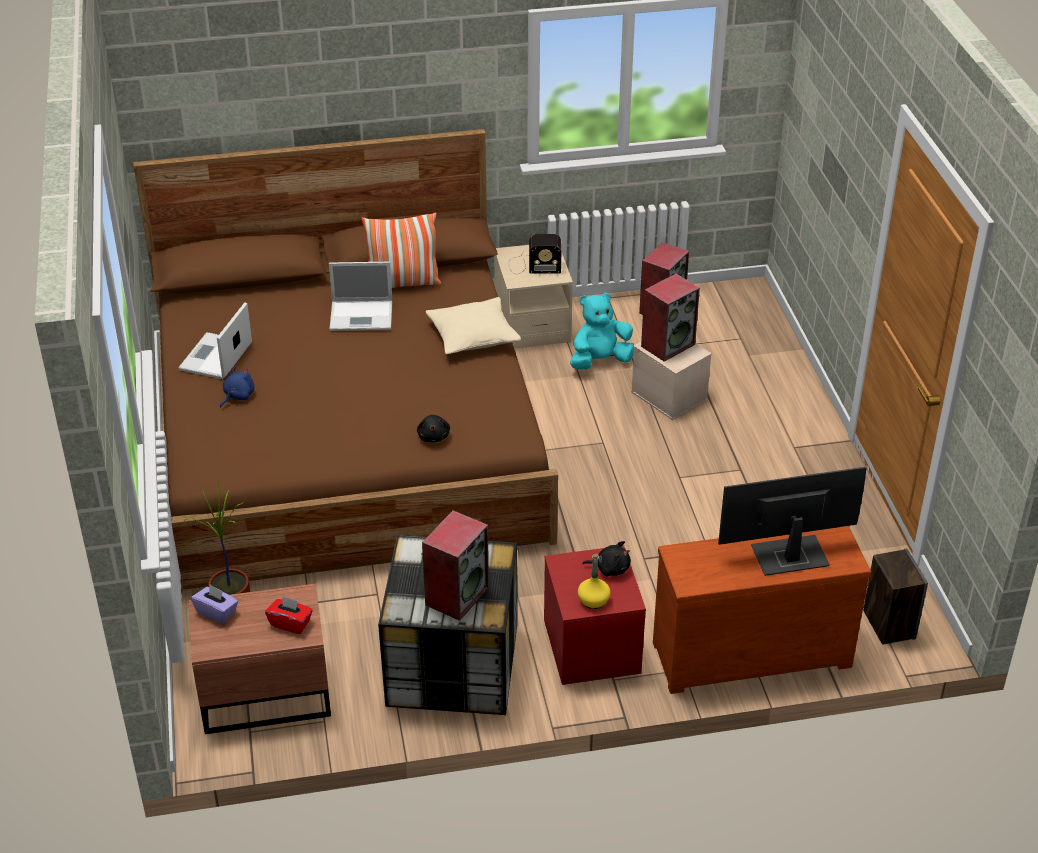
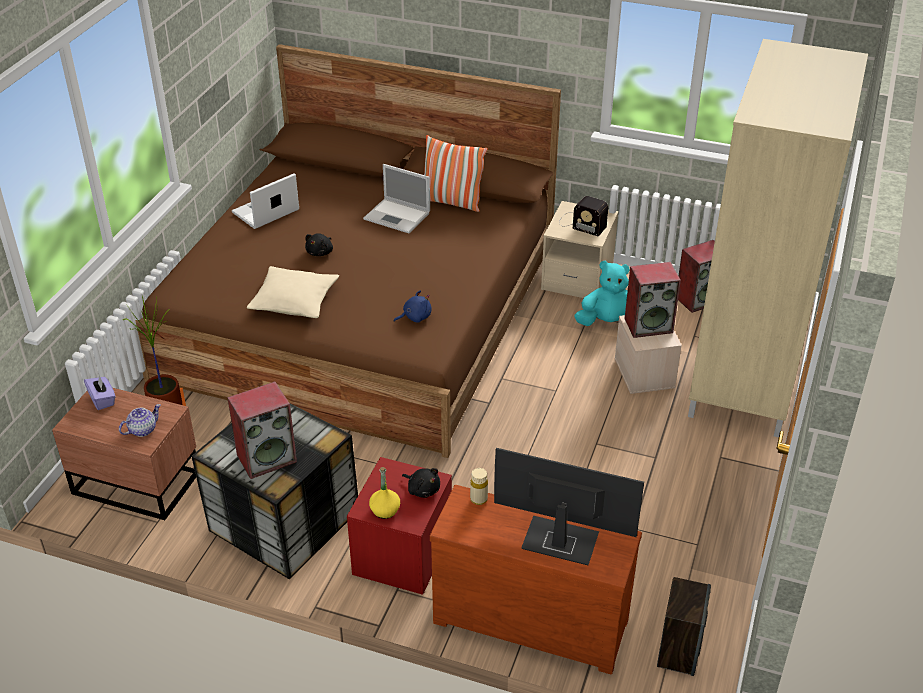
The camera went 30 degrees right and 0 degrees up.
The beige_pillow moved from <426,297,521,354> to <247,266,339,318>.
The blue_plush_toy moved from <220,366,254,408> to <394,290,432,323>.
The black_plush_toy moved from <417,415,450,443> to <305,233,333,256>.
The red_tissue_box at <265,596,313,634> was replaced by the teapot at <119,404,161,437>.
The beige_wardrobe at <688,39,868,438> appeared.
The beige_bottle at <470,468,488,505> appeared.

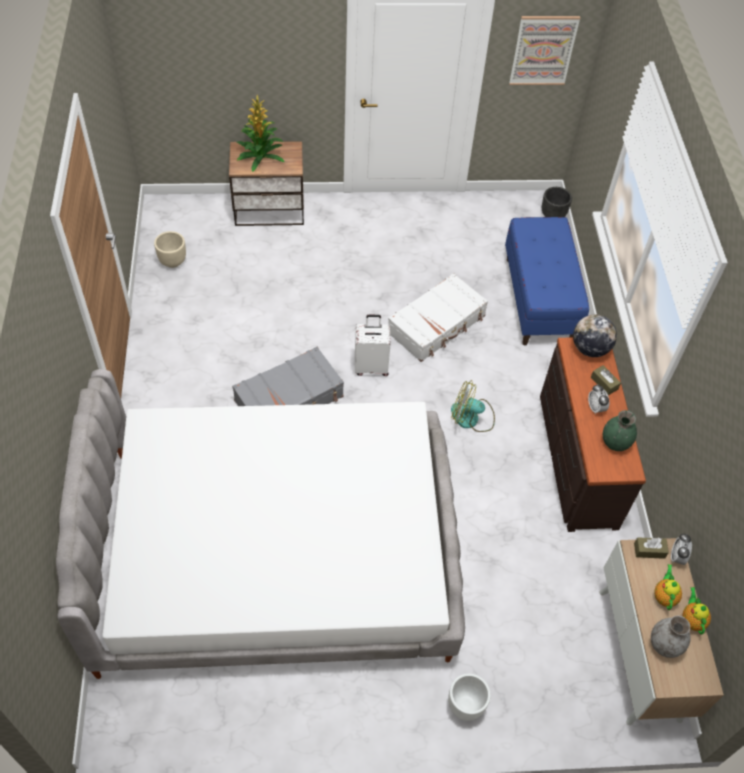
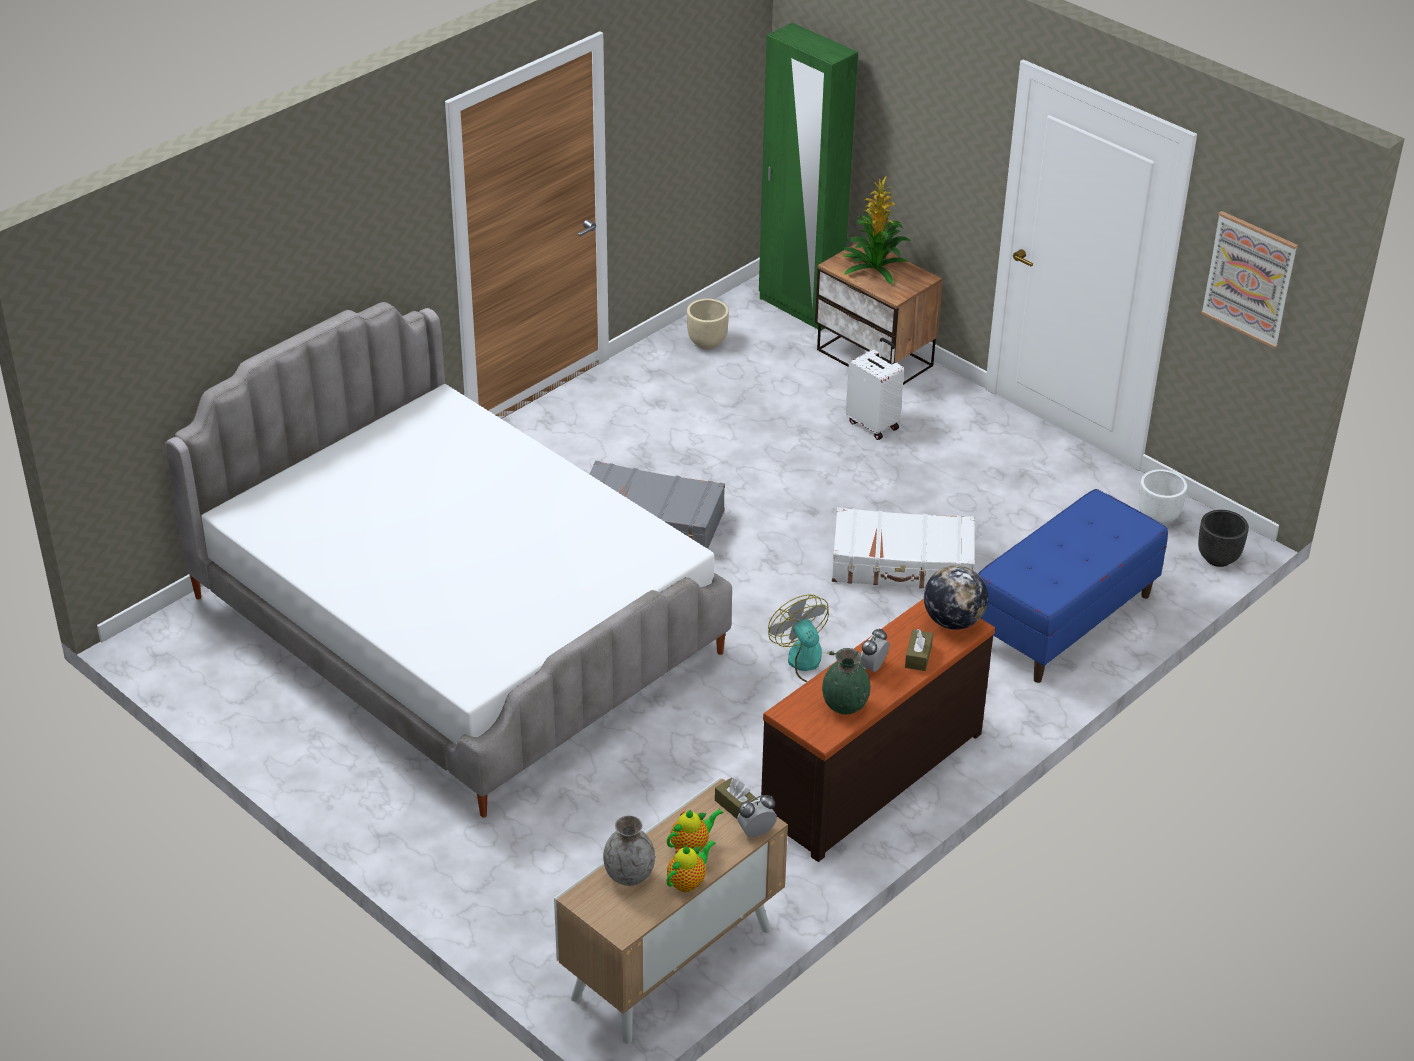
The camera went 50 degrees right and 15 degrees down.
The white_suitcase moved from <355,315,390,376> to <846,338,904,440>.
The white_planter moved from <448,674,491,721> to <1138,469,1187,525>.
The green_wardrobe at <759,23,858,330> appeared.

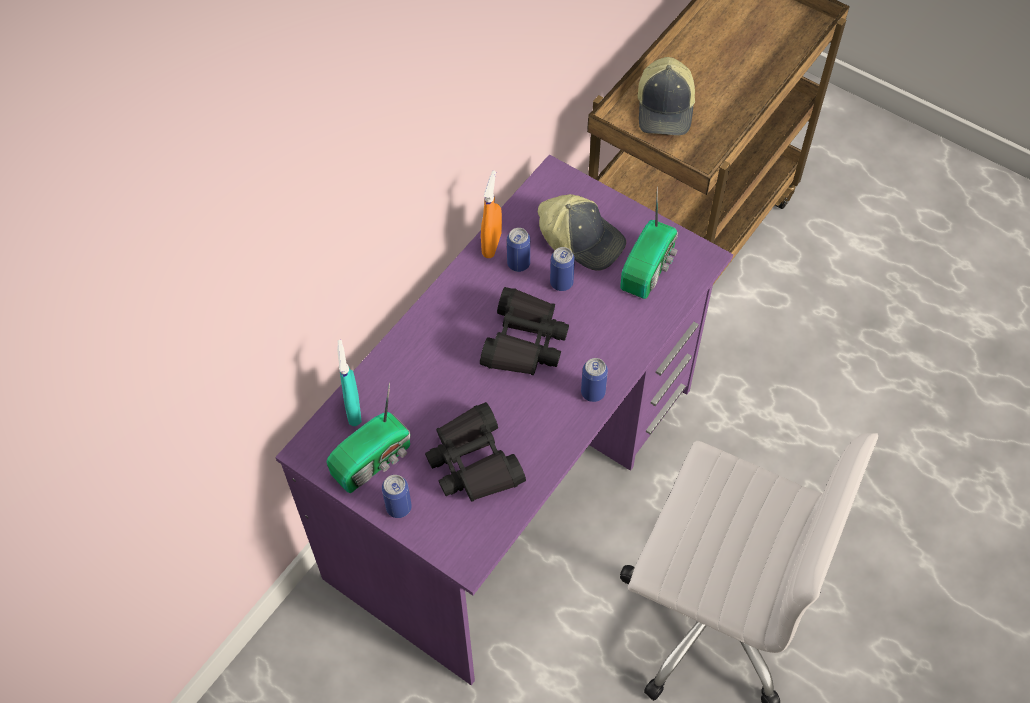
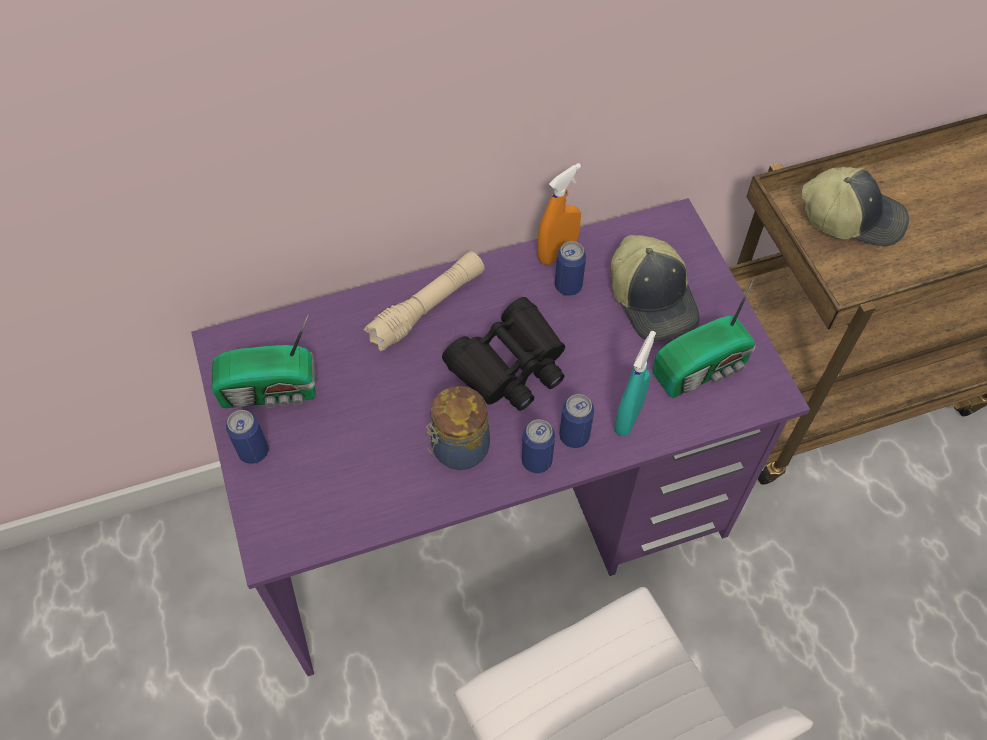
The camera went 35 degrees right and 0 degrees up.
The cap at <638,57,695,135> turned 120 degrees counterclockwise.
The can moved from <550,247,575,291> to <560,394,594,448>.
The turquoise_spray_bottle moved from <337,340,362,426> to <614,331,656,436>.
The black_binoculars at <425,402,526,502> disappeared.
The beige_flashlight at <364,251,485,351> appeared.
The jar at <426,386,490,470> appeared.

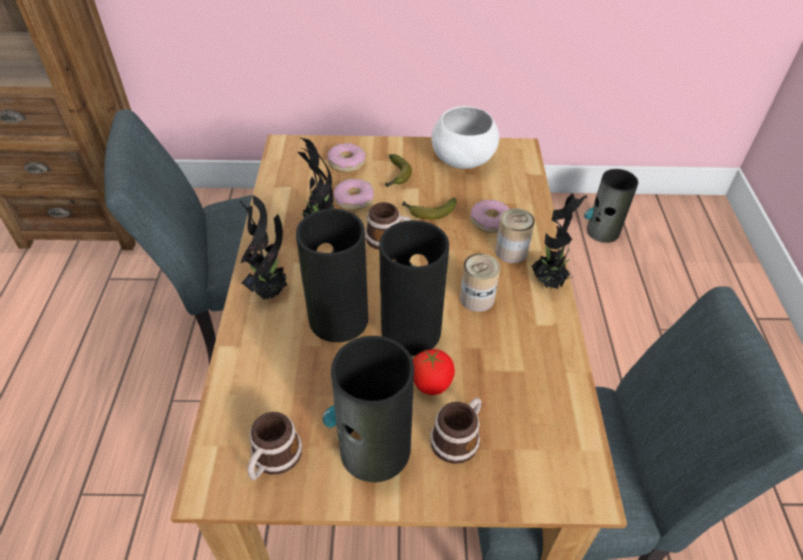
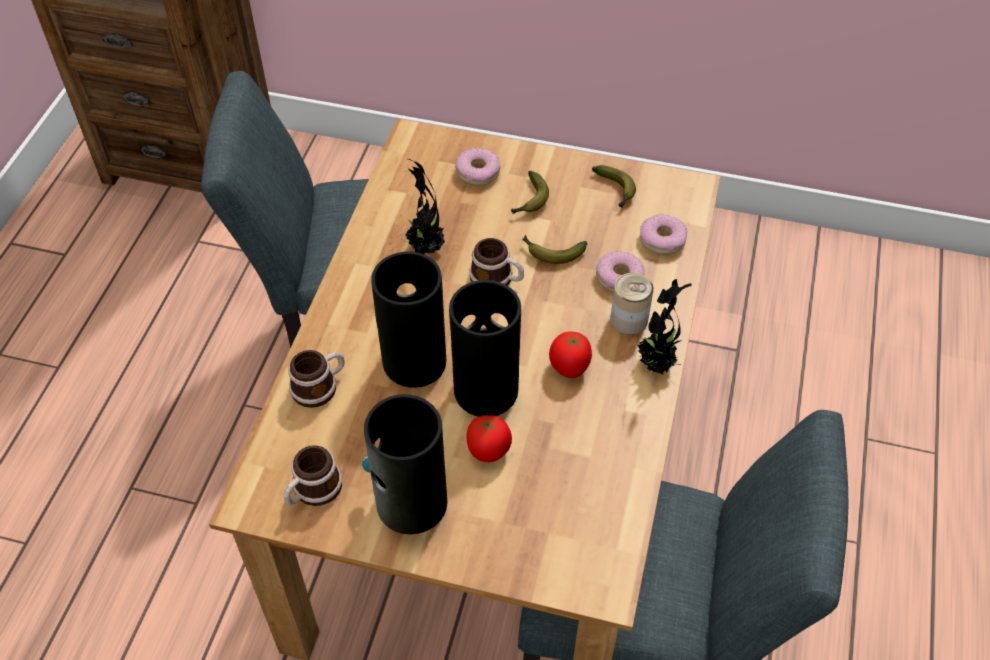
The camera went 15 degrees right and 5 degrees up.
The white_bowl at <432,106,499,169> was replaced by the banana at <592,165,636,208>.
The vase at <584,169,638,243> disappeared.
The donut moved from <334,179,374,211> to <640,214,687,255>.
The potted_plant at <239,195,288,300> disappeared.
The can at <460,253,500,312> was replaced by the tomato at <549,332,592,378>.
The mug moved from <430,398,482,464> to <288,350,345,408>.

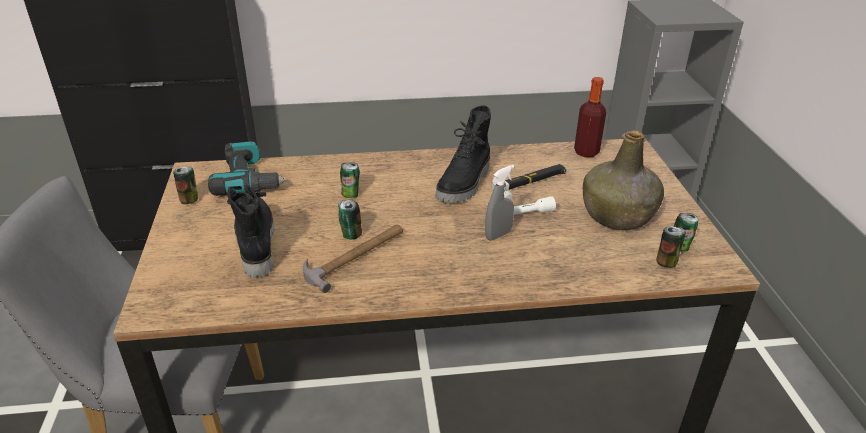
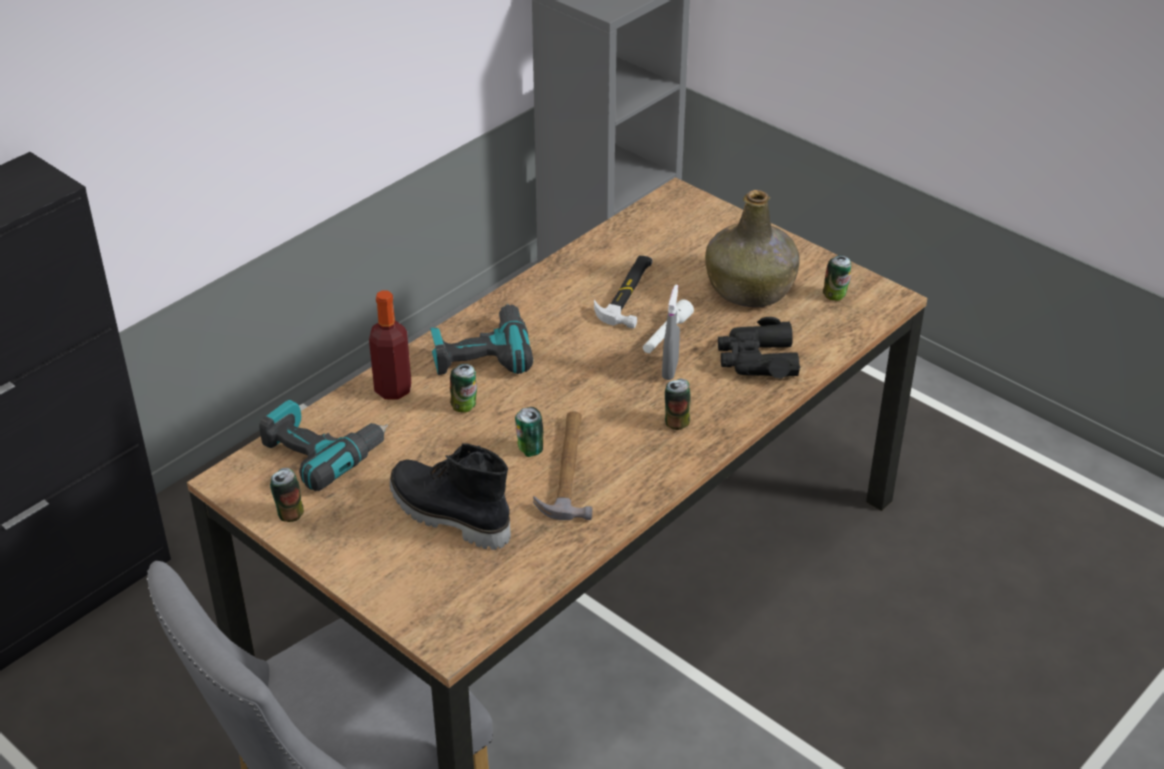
The camera went 40 degrees left and 5 degrees up.
The bottle moved from <574,77,606,157> to <369,290,411,400>.
The black_boot at <436,105,491,203> disappeared.
The can moved from <656,226,686,268> to <665,378,690,430>.
The power_drill at <430,304,533,375> appeared.
The black_binoculars at <718,317,800,378> appeared.

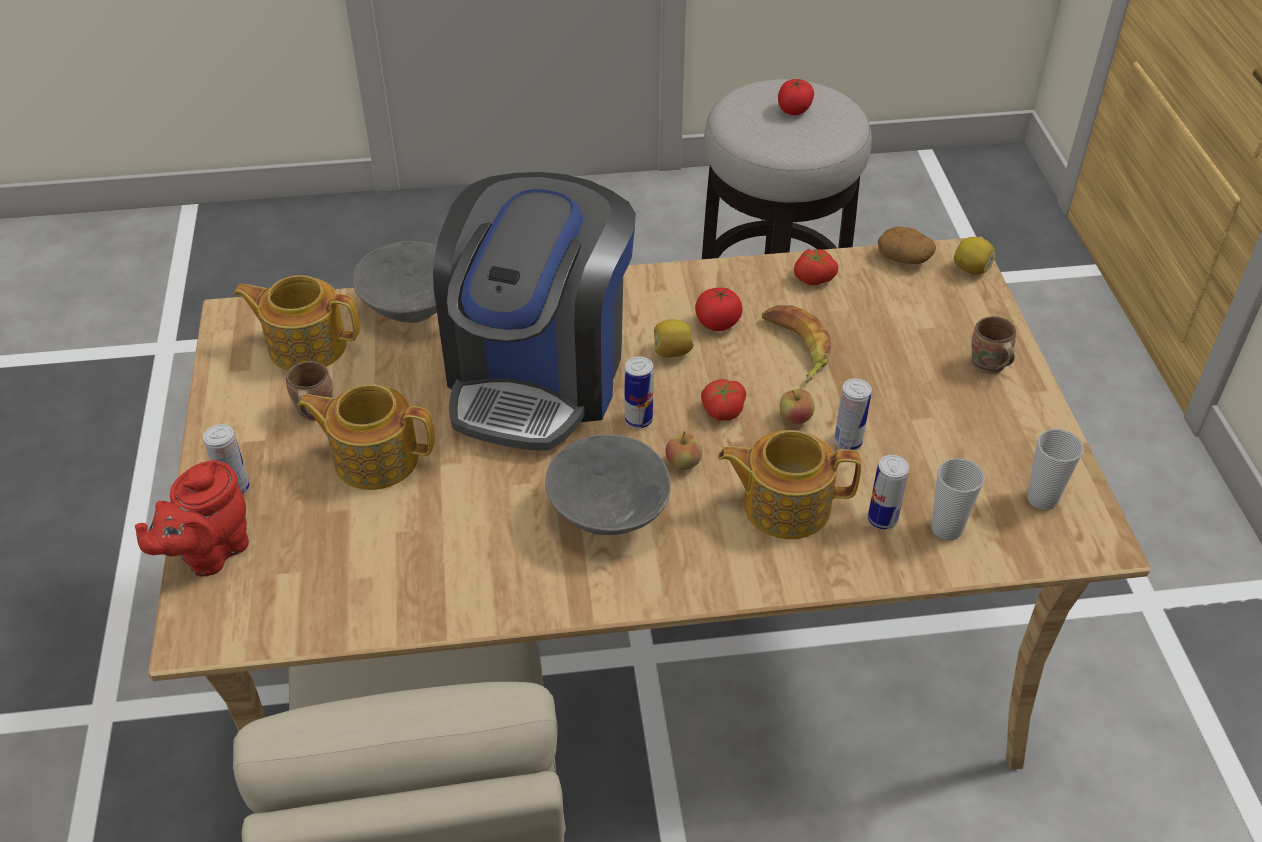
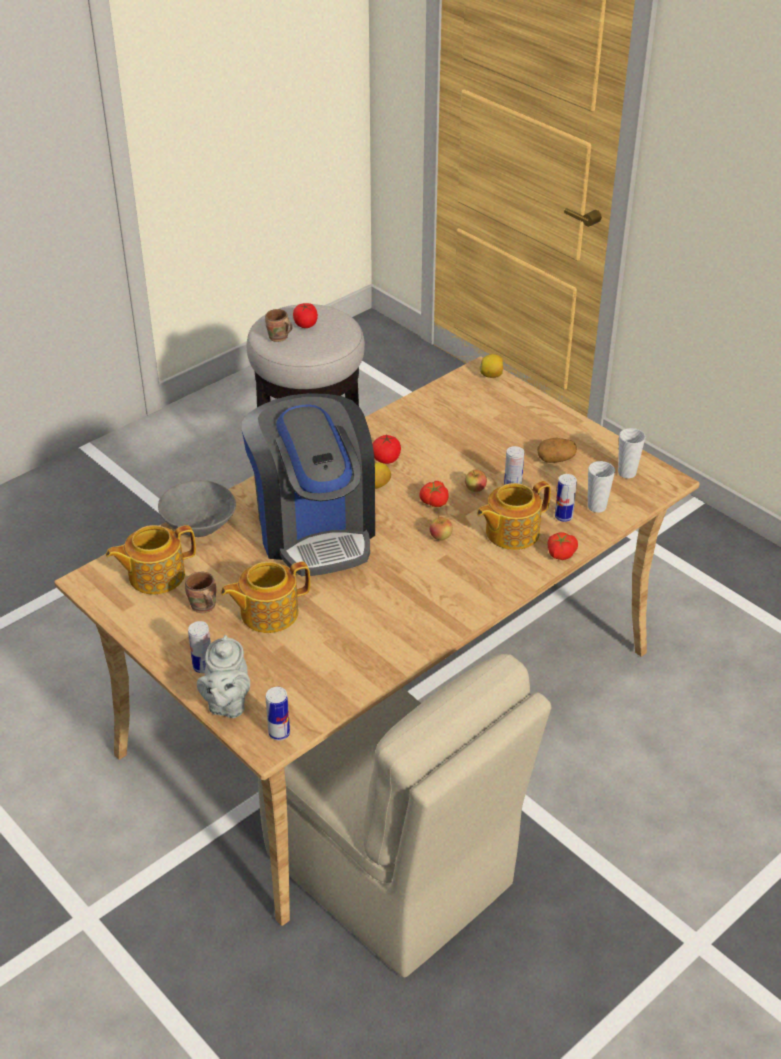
The camera went 35 degrees left and 5 degrees down.
The potato moved from <877,226,936,264> to <537,438,577,463>.
The tomato moved from <794,249,838,285> to <548,532,578,560>.
The banana at <762,305,831,382> disappeared.
The brown_mug moved from <972,316,1016,374> to <265,309,293,342>.
The can moved from <624,356,653,428> to <265,687,290,740>.
The grey_bowl at <545,435,671,535> disappeared.
The red_teapot at <135,460,249,576> became the grey_teapot at <197,635,250,718>.

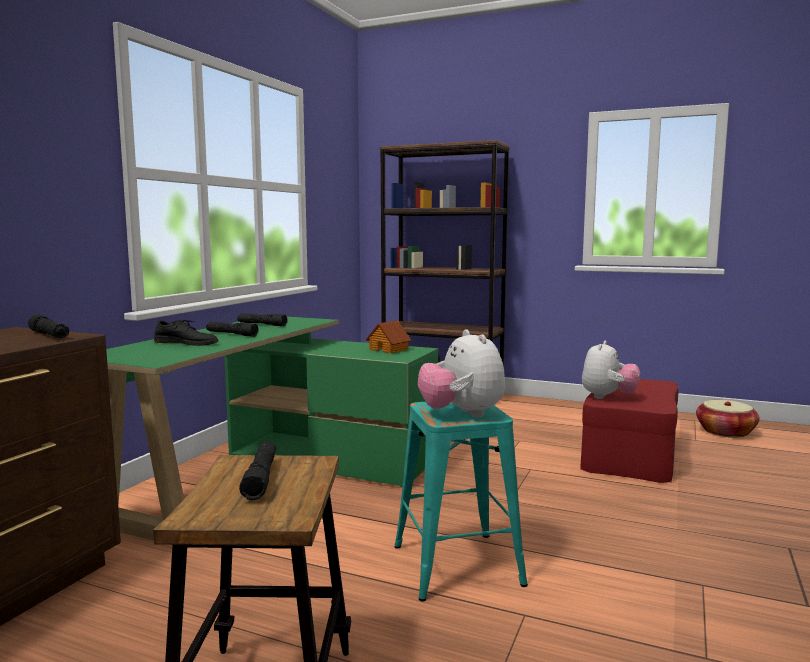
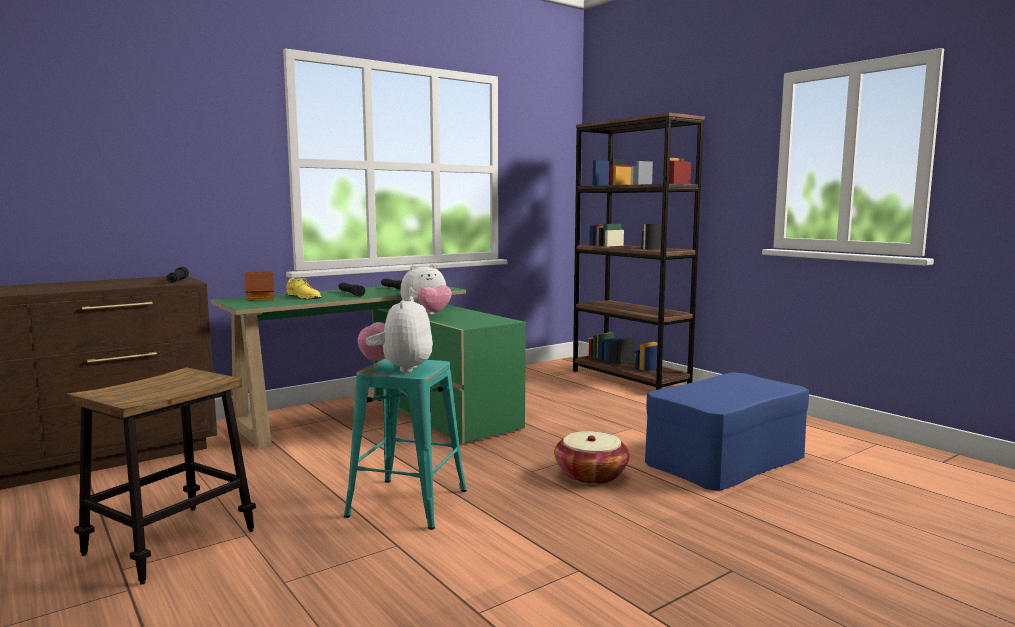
The camera went 30 degrees right and 0 degrees up.
The black_shoe at <154,320,218,346> became the yellow_shoe at <286,278,321,299>.
The toy_house moved from <366,320,411,353> to <245,272,274,301>.
The plush_toy moved from <582,341,640,399> to <401,264,452,315>.
The red_ottoman at <580,379,678,483> became the blue_ottoman at <645,372,809,491>.
The basket moved from <696,400,760,438> to <554,431,630,485>.
The black_flashlight at <239,441,276,500> disappeared.

